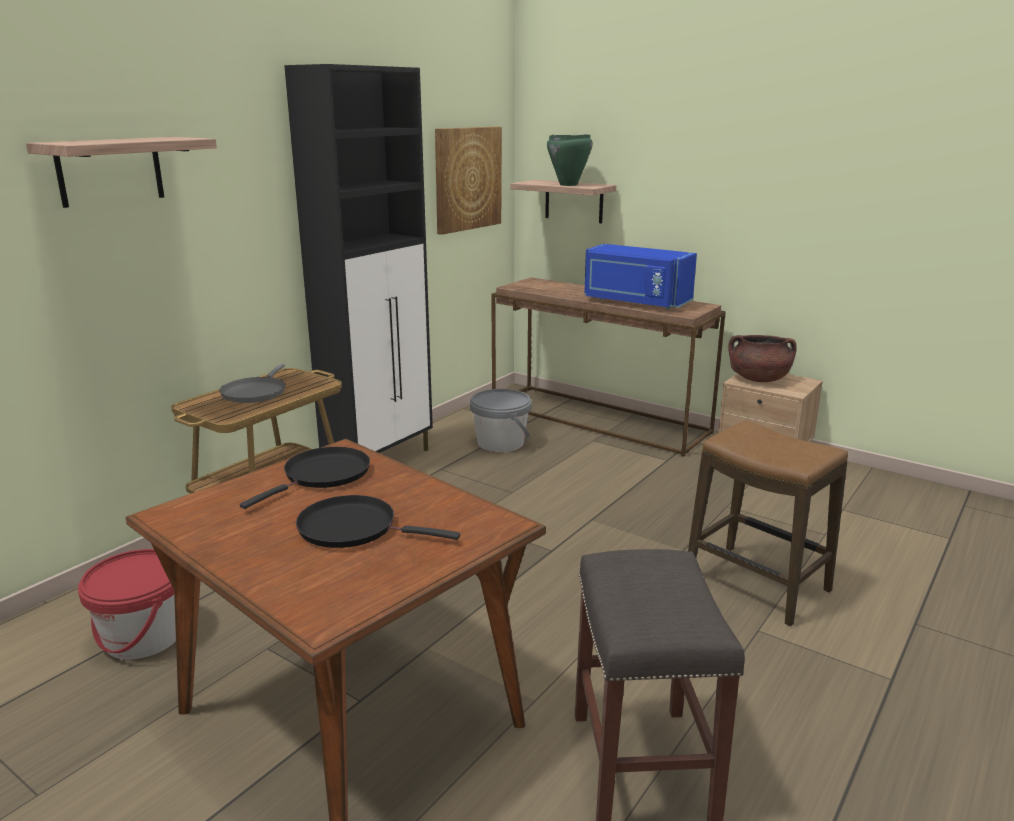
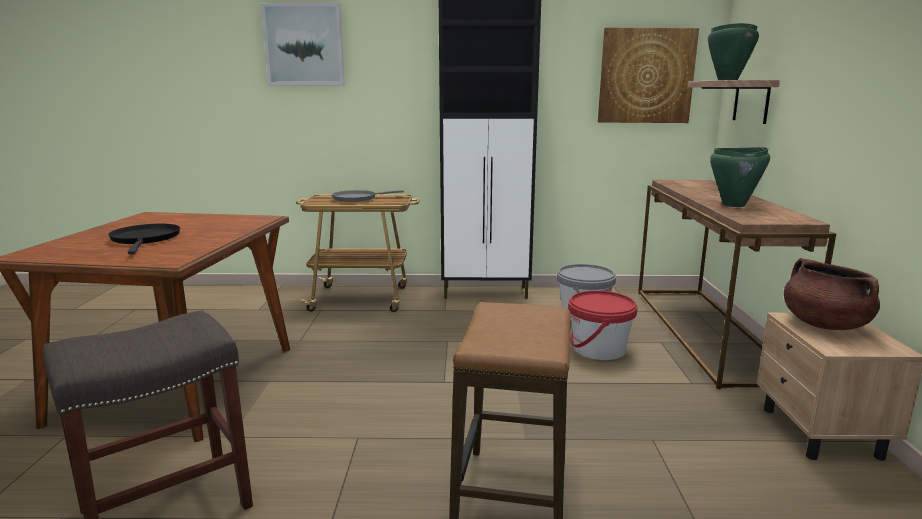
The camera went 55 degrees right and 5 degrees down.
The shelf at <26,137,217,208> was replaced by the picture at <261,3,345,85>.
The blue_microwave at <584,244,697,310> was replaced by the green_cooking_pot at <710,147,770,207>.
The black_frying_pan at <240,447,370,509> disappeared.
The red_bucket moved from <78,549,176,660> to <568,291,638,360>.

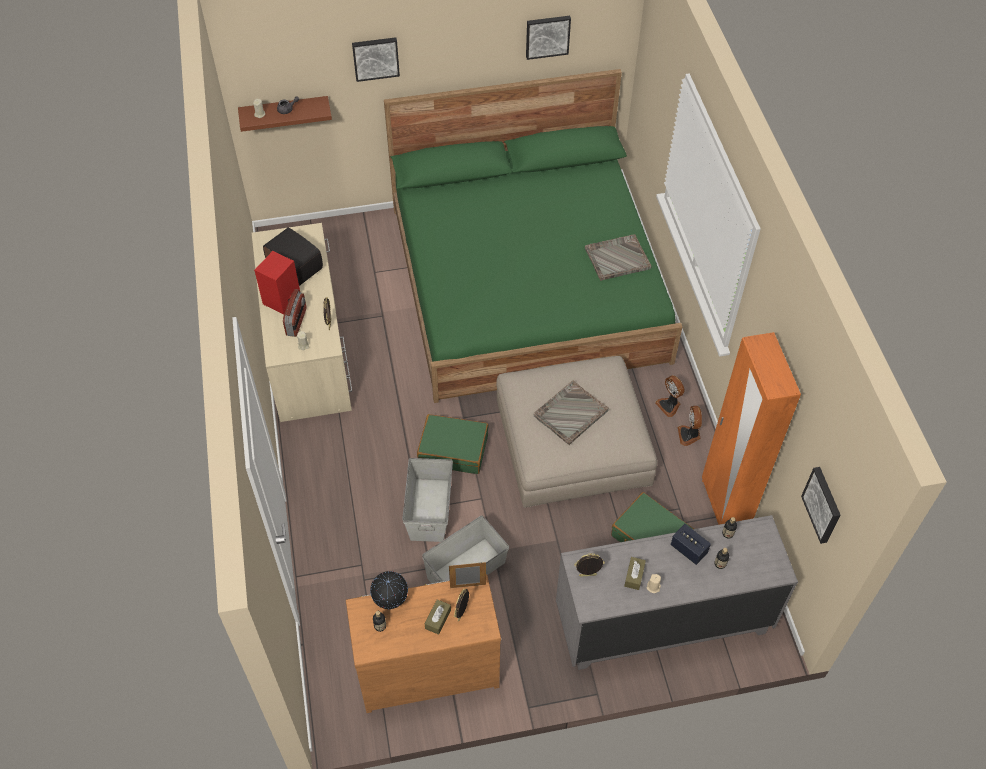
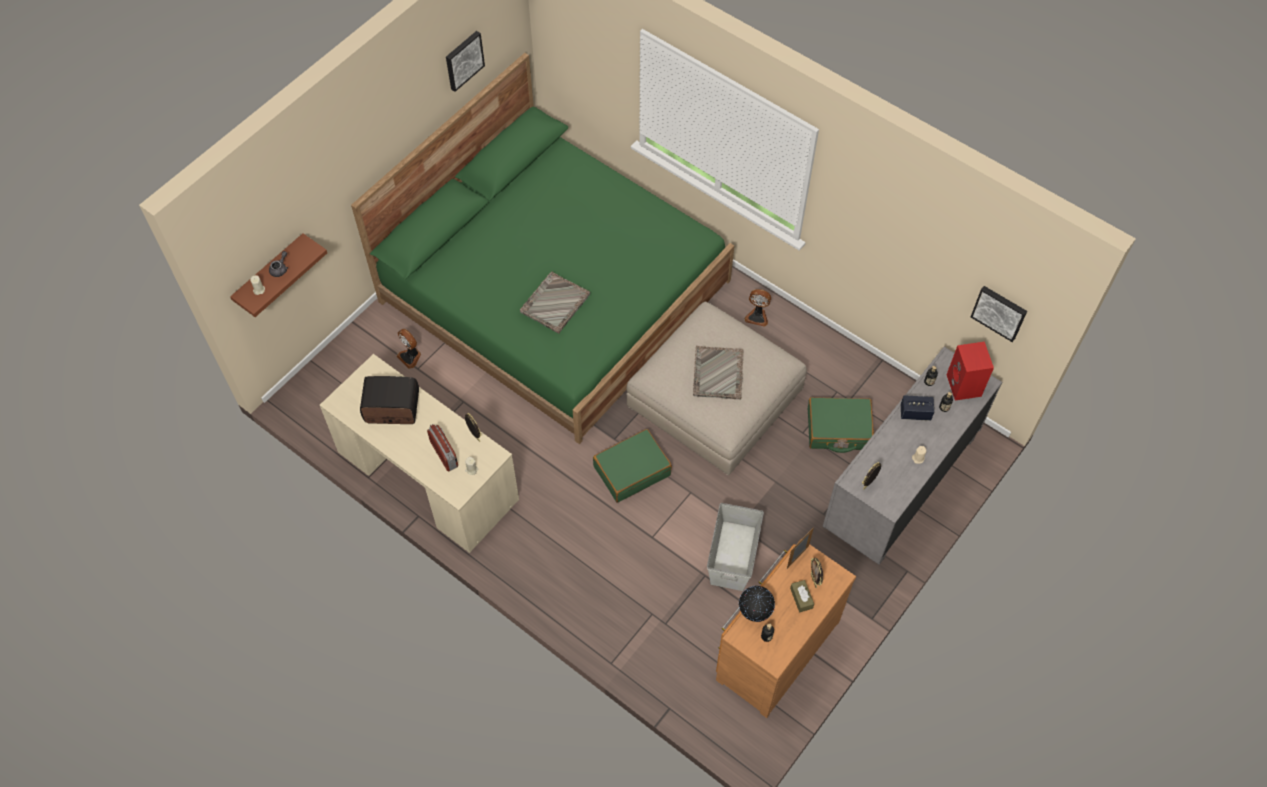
The camera went 40 degrees left and 5 degrees up.
The picture at <352,37,400,82> disappeared.
The grey_tray moved from <585,234,652,281> to <520,272,590,333>.
The red_speaker moved from <254,251,300,315> to <946,342,994,401>.
The orange_wardrobe at <702,332,801,525> disappeared.
The fan moved from <678,406,702,446> to <396,329,421,369>.
The grey_storage_box at <402,458,453,542> disappeared.
The brown_tissue_box at <624,557,646,590> disappeared.

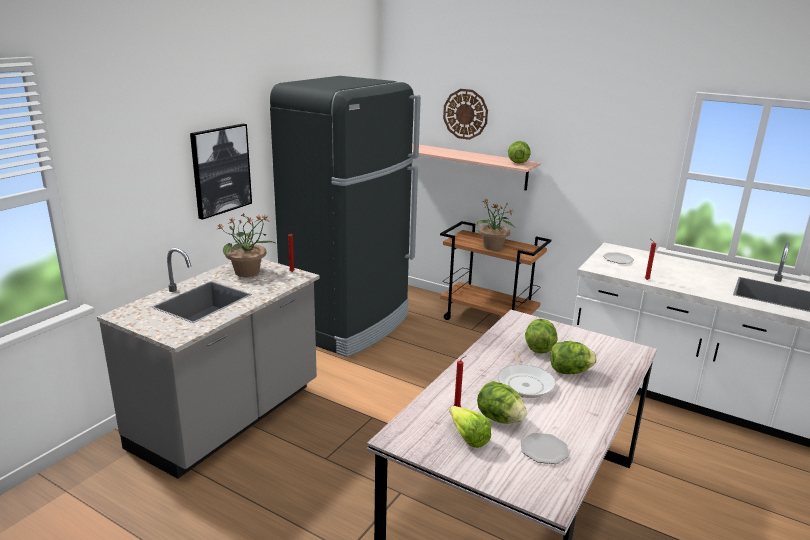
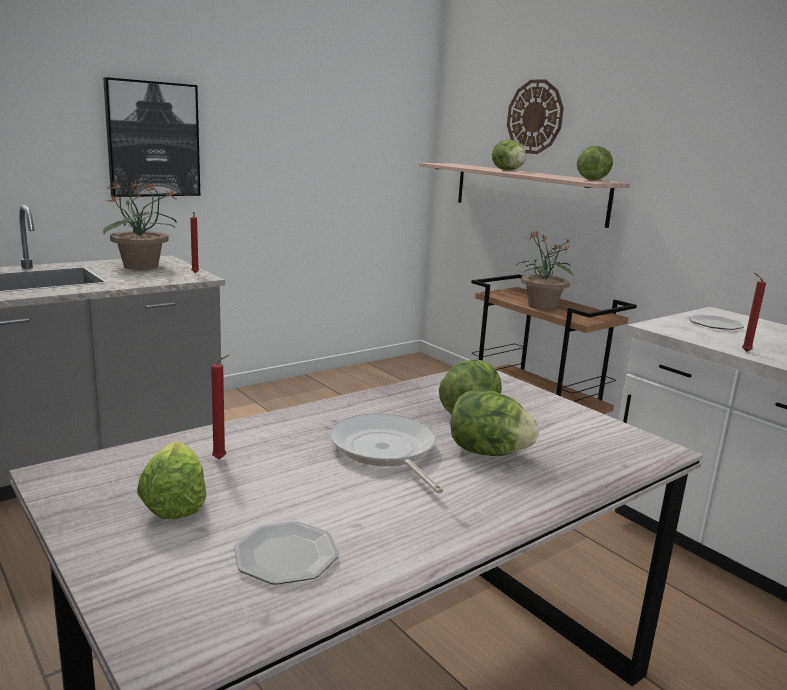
The camera went 20 degrees right and 5 degrees down.
The black_fridge at <270,76,421,357> disappeared.
The frying_pan at <498,350,556,398> turned 135 degrees clockwise.
The lettuce moved from <477,381,527,424> to <492,140,526,171>.

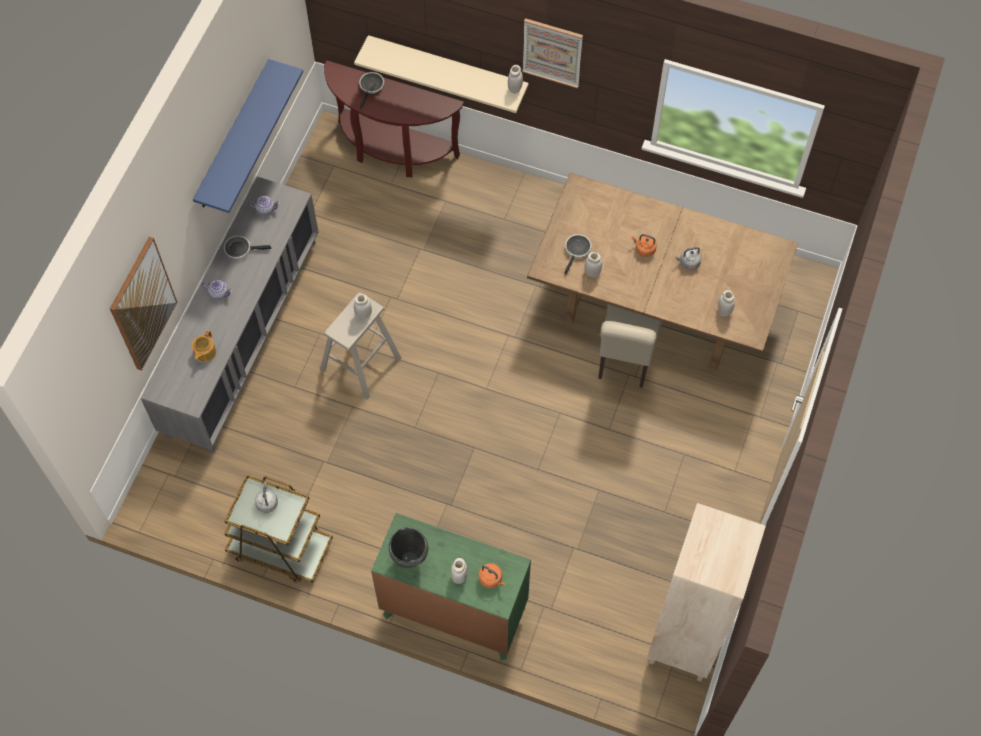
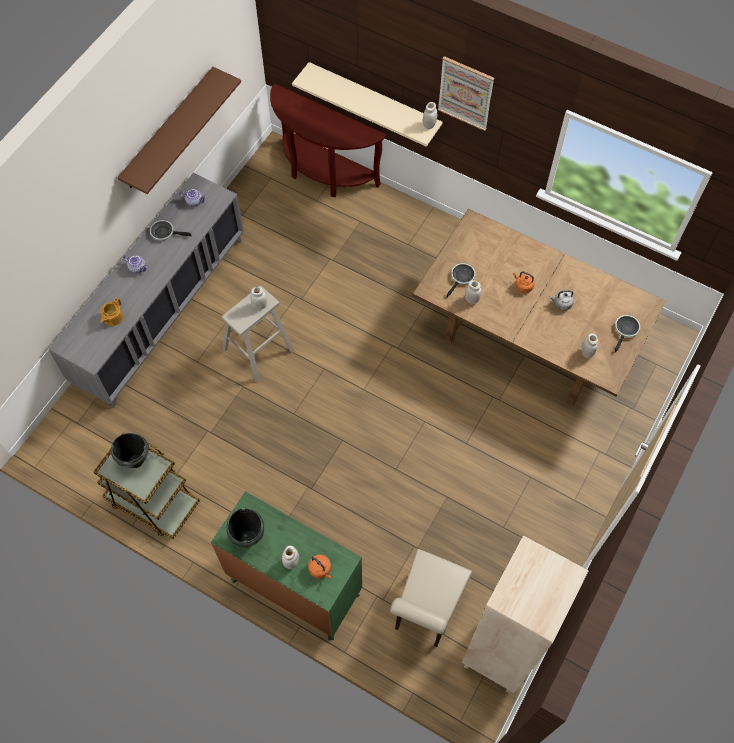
The camera went 10 degrees right and 0 degrees up.
The blue_shelf at <193,59,303,213> became the brown_shelf at <117,67,241,194>.
The frying_pan moved from <359,72,384,109> to <615,315,640,352>.
The picture at <110,237,178,371> disappeared.
The beige_chair moved from <598,304,662,388> to <390,549,472,647>.
The grey_kettle at <255,482,278,513> was replaced by the black_cooking_pot at <111,433,149,468>.

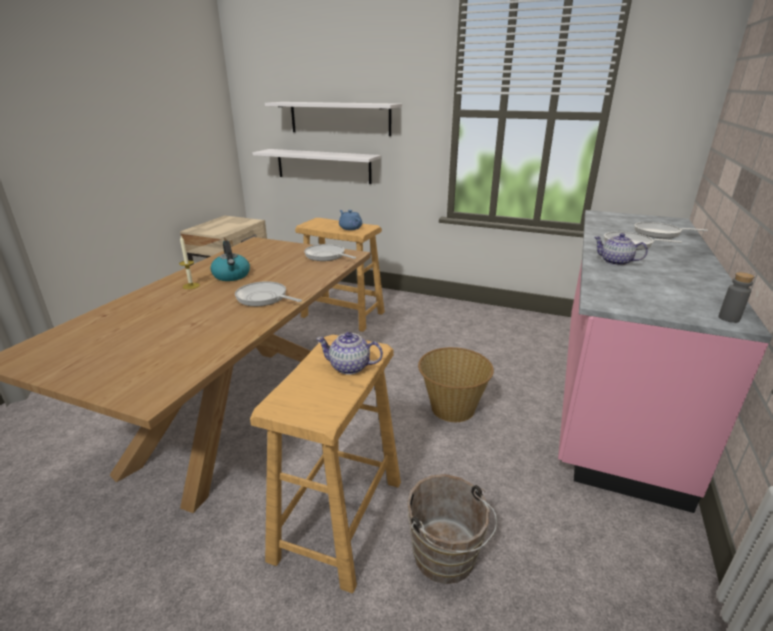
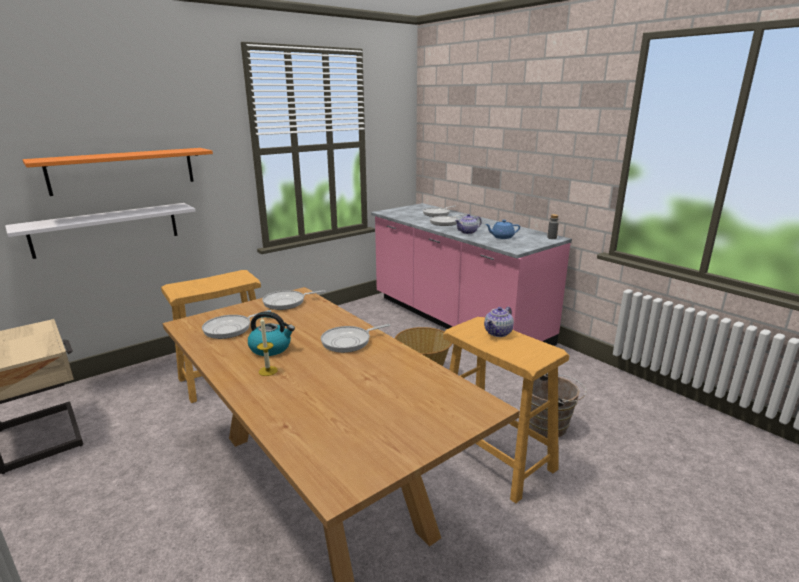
The camera went 60 degrees left and 5 degrees down.
The white_shelf at <265,102,402,136> became the orange_shelf at <23,148,213,196>.
The blue_teapot moved from <339,210,362,230> to <485,220,520,239>.
The frying_pan at <202,310,271,339> appeared.

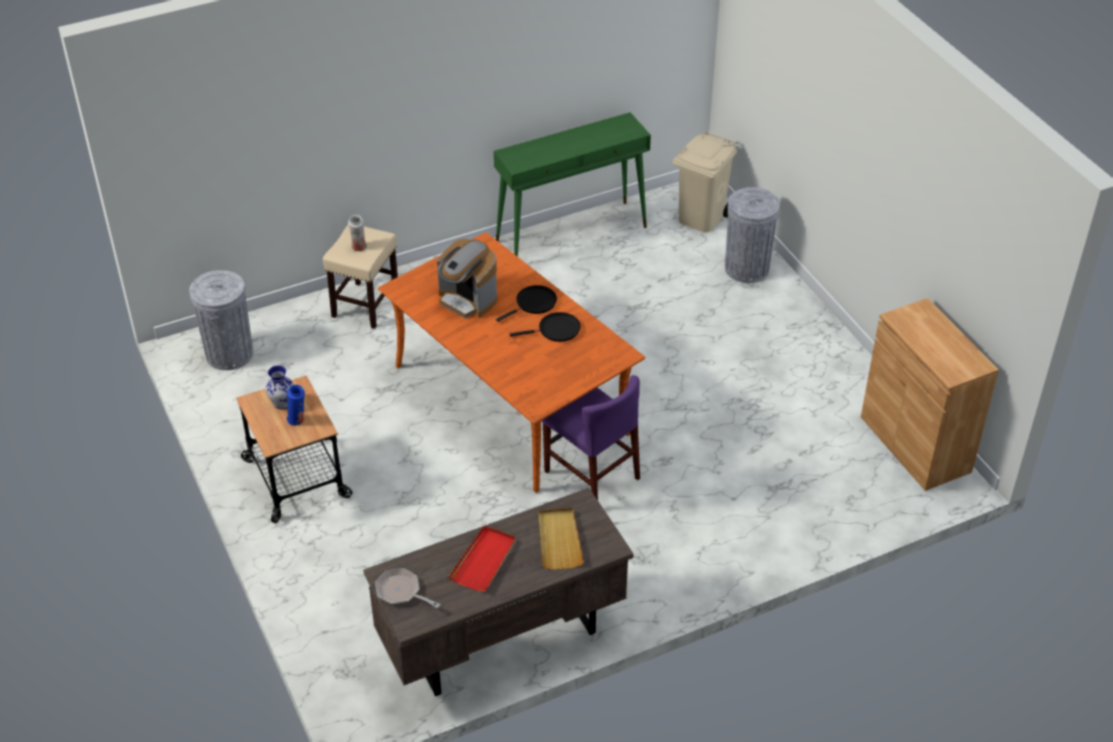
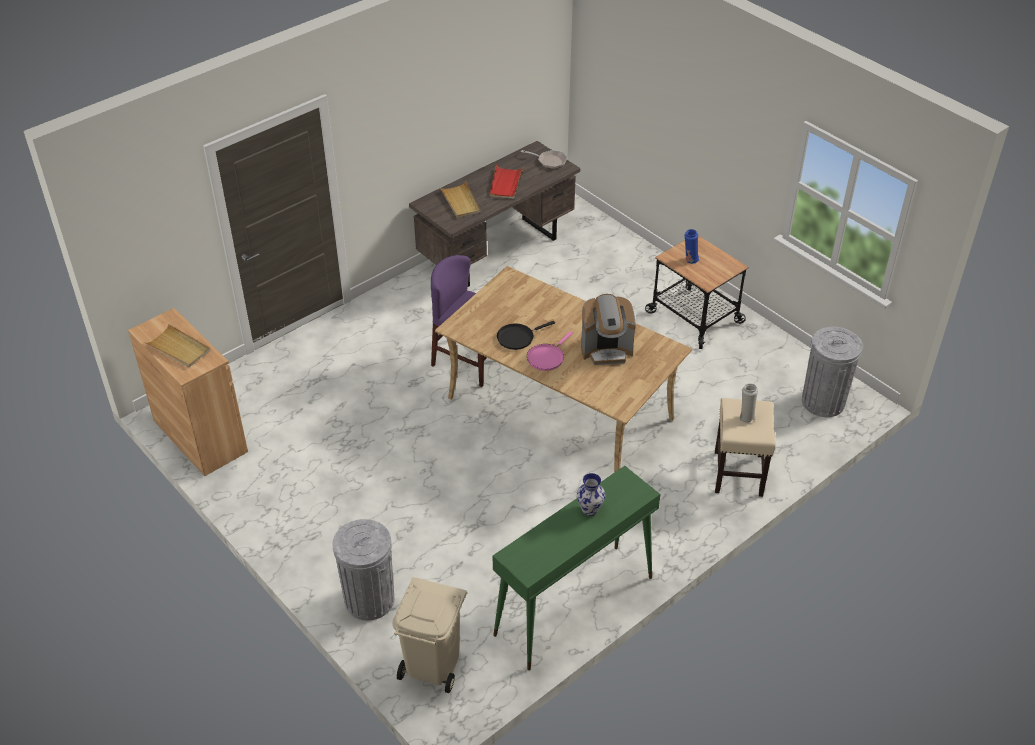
The camera went 165 degrees right and 0 degrees up.
The orange_dining_table at <378,232,645,493> became the beige_dining_table at <435,266,692,473>.
The coffee_machine at <437,239,498,319> turned 150 degrees clockwise.
The black_frying_pan at <496,285,557,322> became the pink_frying_pan at <527,331,573,371>.
The vase moved from <265,366,294,409> to <577,473,605,516>.
The beige_tray at <144,324,210,367> appeared.

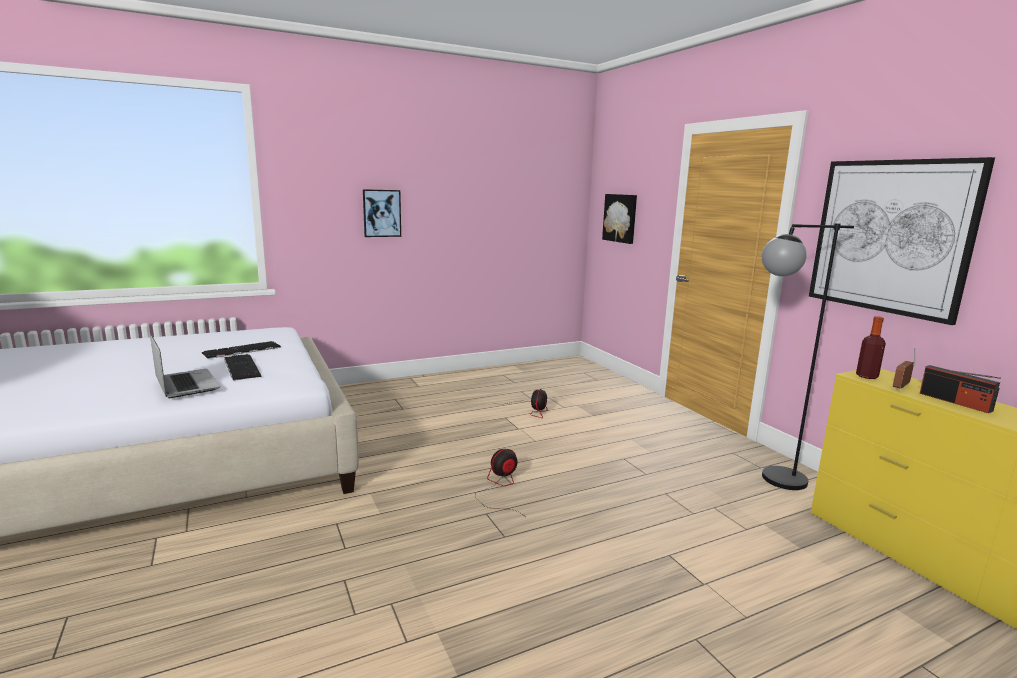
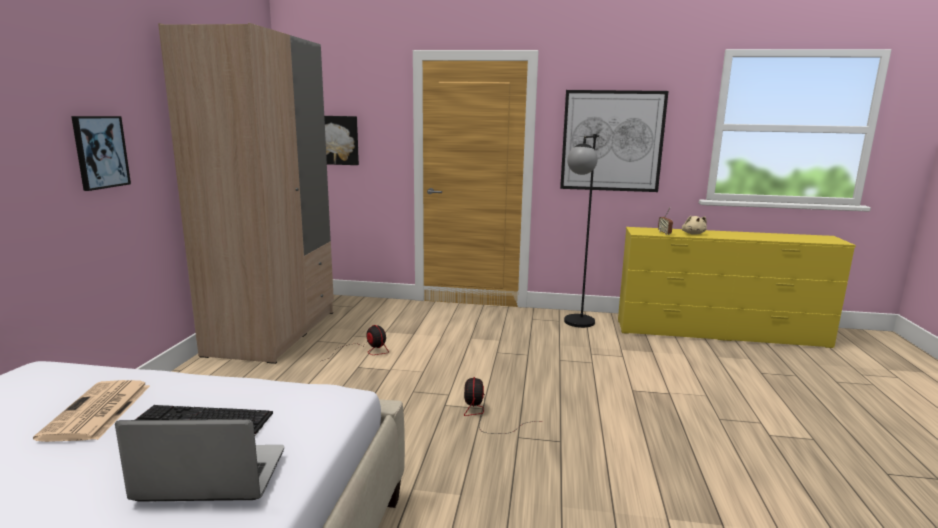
The camera went 55 degrees left and 0 degrees up.
The bottle at <856,316,886,379> disappeared.
The keyboard at <202,341,281,359> was replaced by the newspaper at <33,380,150,442>.
The radio at <920,365,1001,413> was replaced by the beige_plush_toy at <682,215,707,235>.
The beige_wardrobe at <158,23,334,364> appeared.

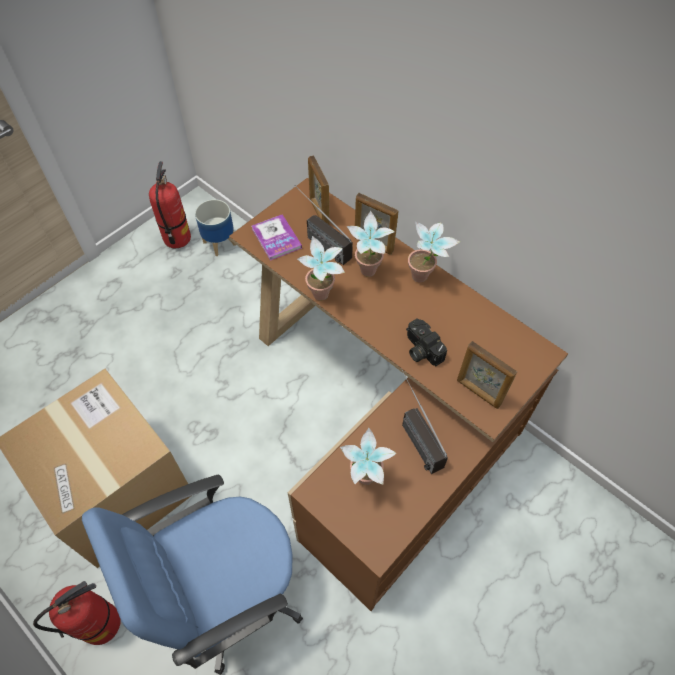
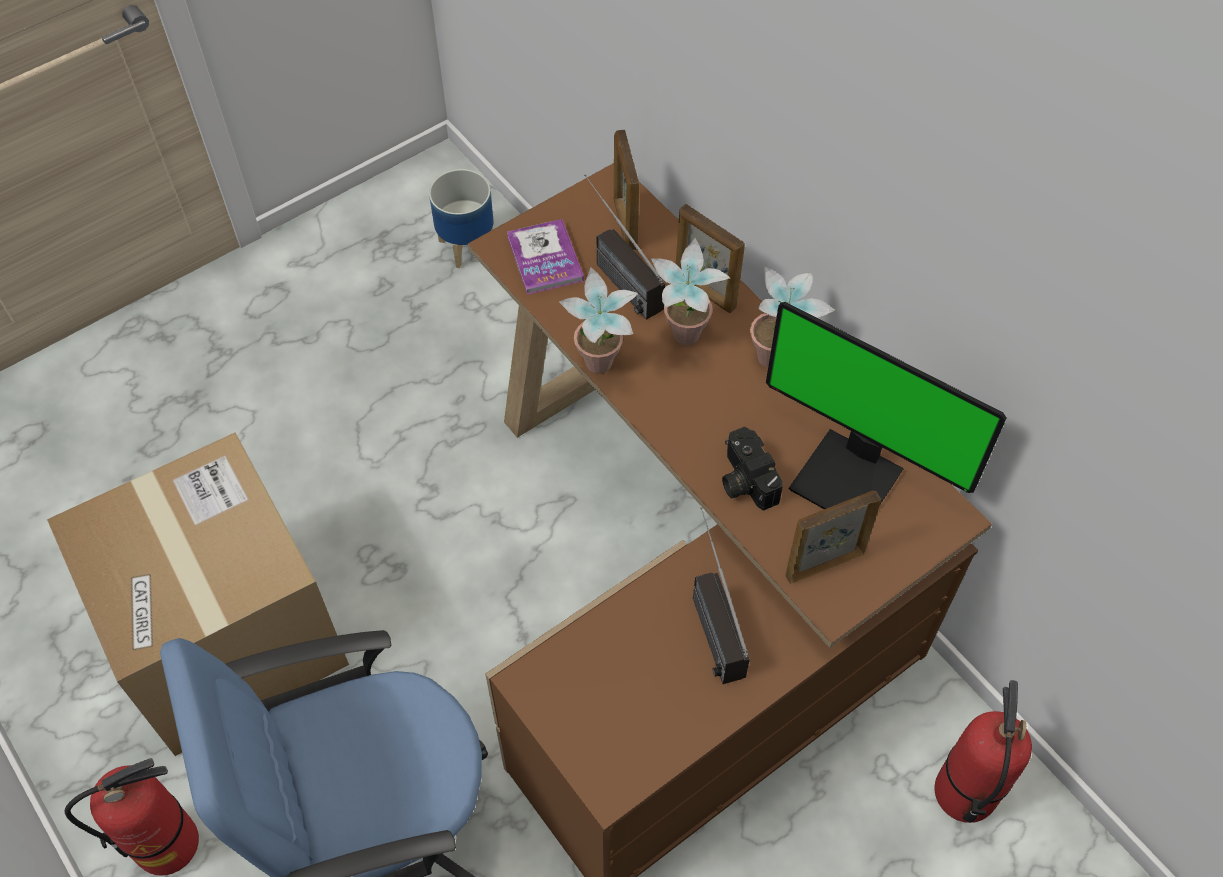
The camera went 10 degrees right and 0 degrees up.
The fire_extinguisher moved from <149,161,191,248> to <934,680,1032,823>.
The picture_frame at <457,341,517,409> turned 105 degrees clockwise.
The potted_plant at <340,428,397,485> disappeared.
The monitor at <766,302,1007,509> appeared.

